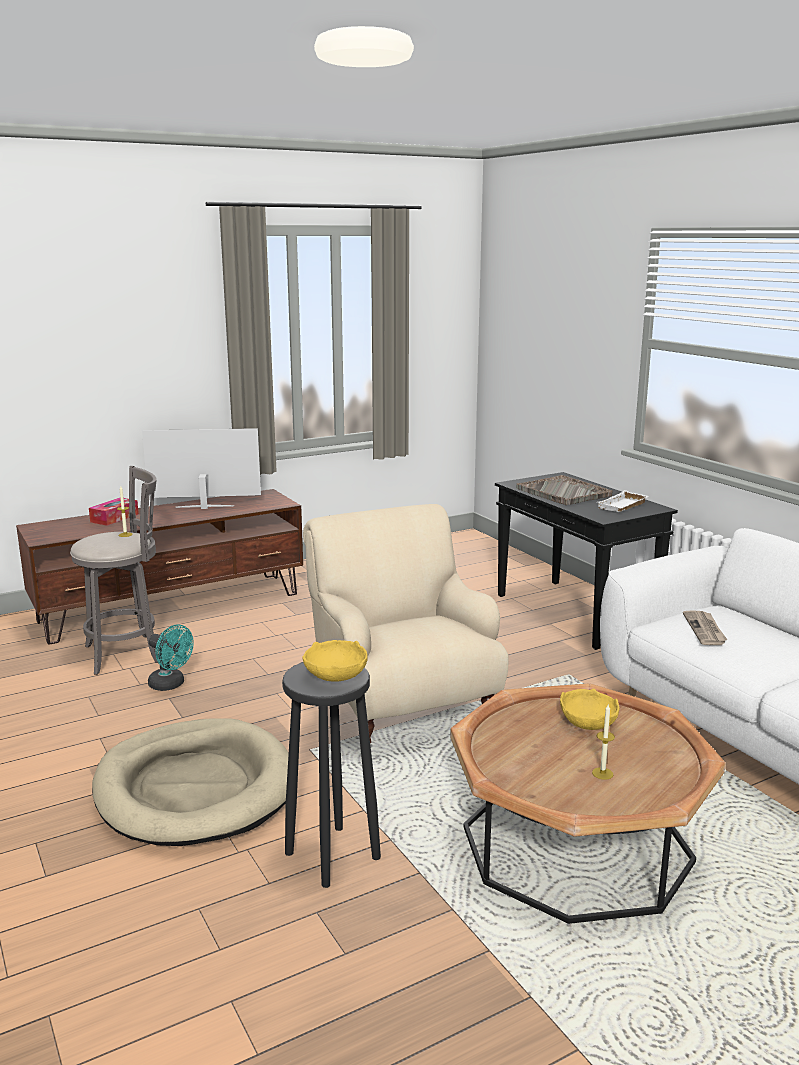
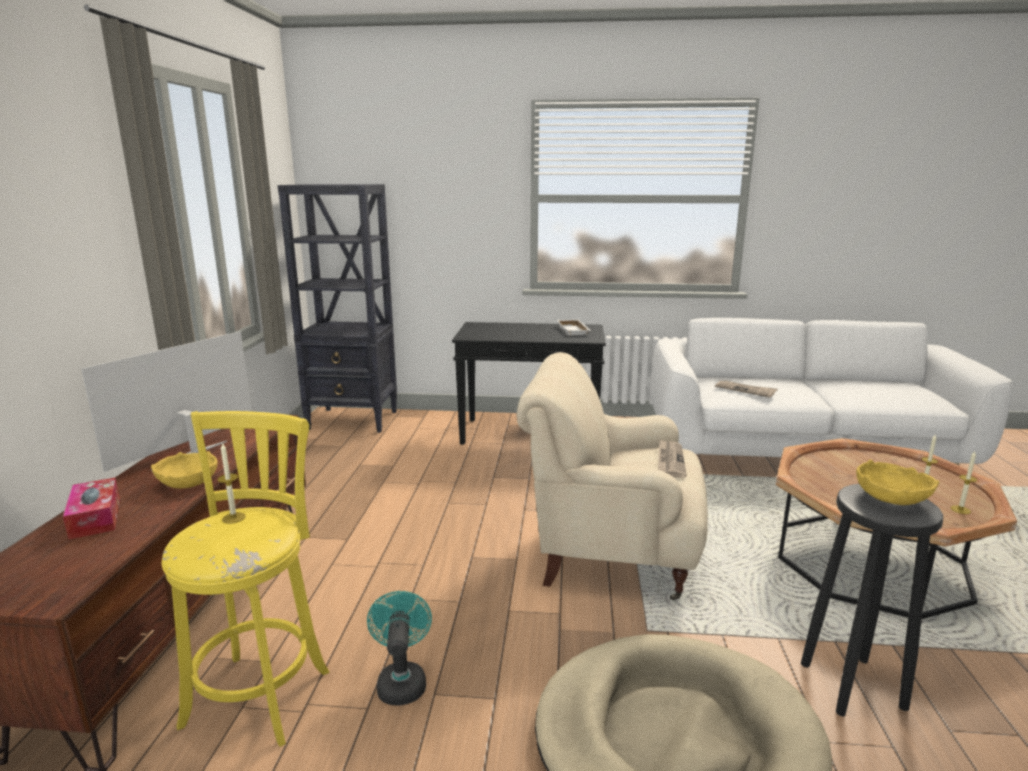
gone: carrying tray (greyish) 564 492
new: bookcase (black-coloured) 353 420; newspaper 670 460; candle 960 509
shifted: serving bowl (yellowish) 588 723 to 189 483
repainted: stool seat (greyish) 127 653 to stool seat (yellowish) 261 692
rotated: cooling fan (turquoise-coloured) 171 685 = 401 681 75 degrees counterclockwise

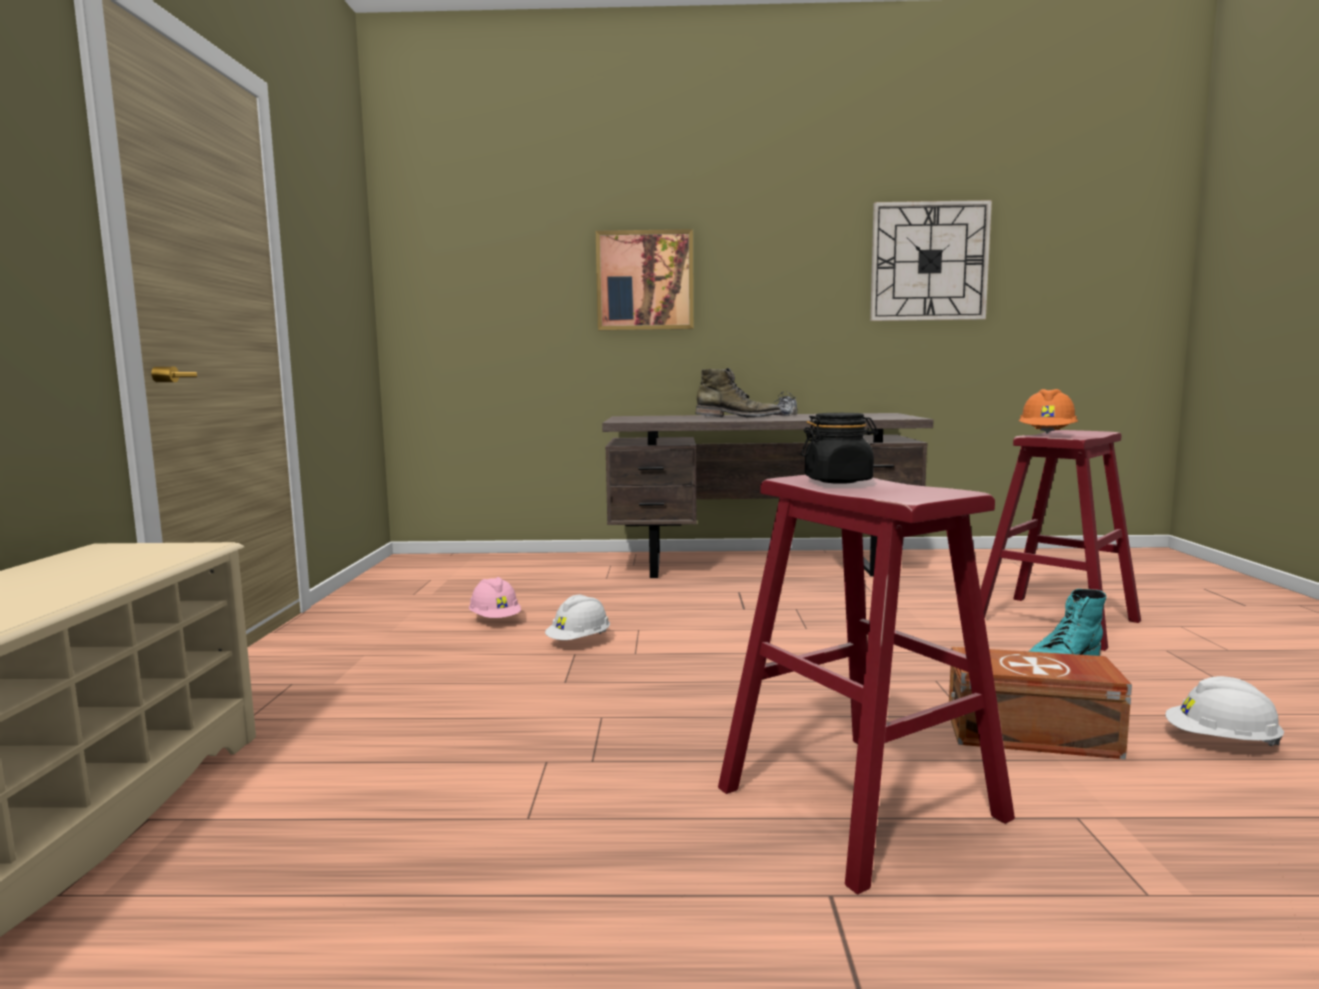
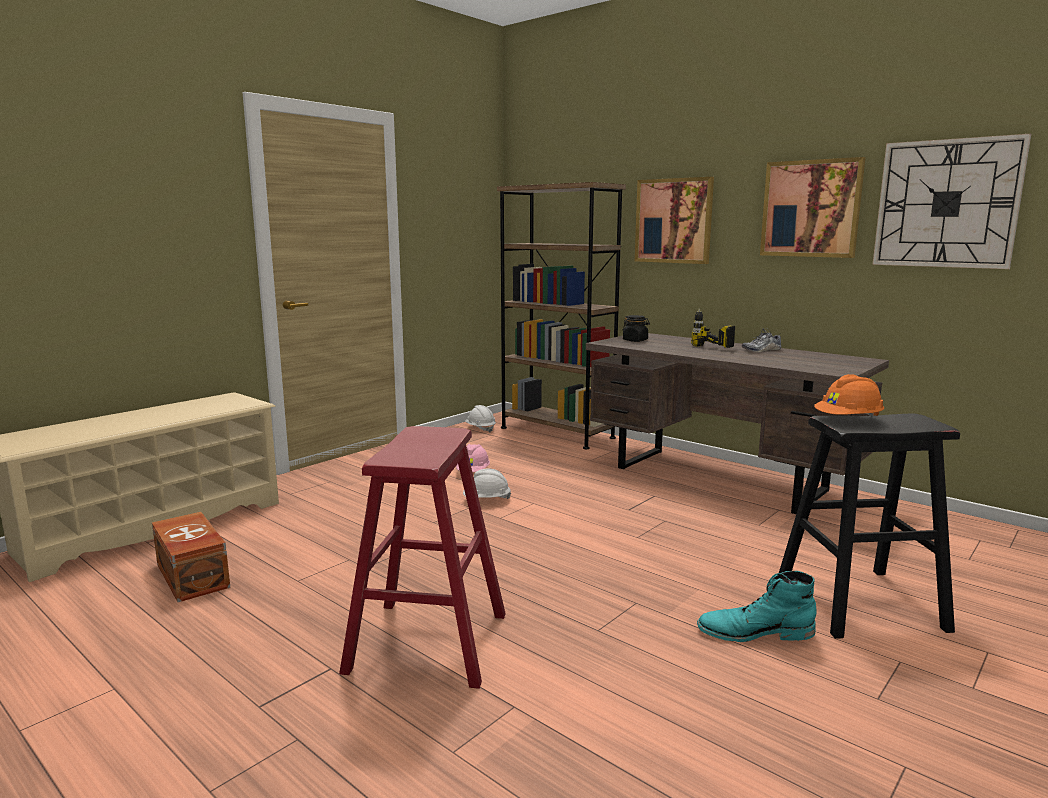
new: bookcase (brownish) 556 432; picture 811 209
shifted: preserve jar (black-coloured) 838 481 to 635 340; storage box (brownish) 1034 735 to 191 576; safety helmet (whitish) 1221 742 to 480 429
swapped: boot (greenish) 738 418 to drill 703 349
repainted: stool seat (reddish) 1056 621 to stool seat (black-coloured) 859 602

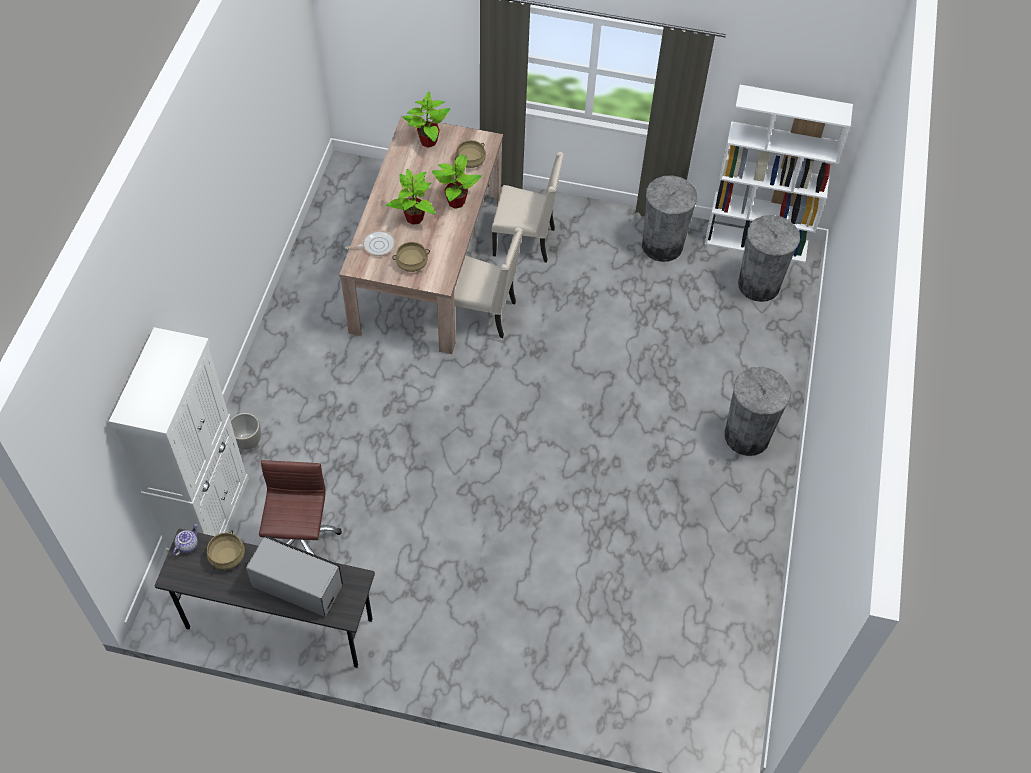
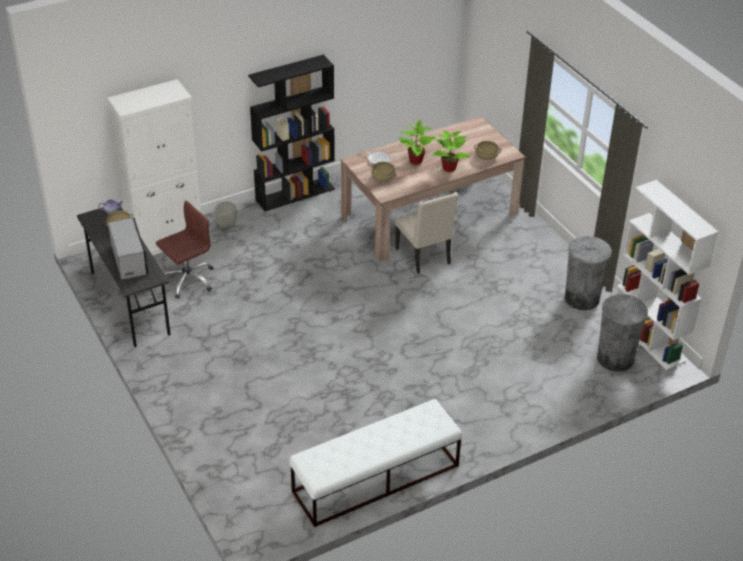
gone: houseplant 428 141; upright chair (beige-coloured) 526 241; trash can (greyish) 747 436
new: bookcase (black-coloured) 295 194; long seat (whitish) 375 479

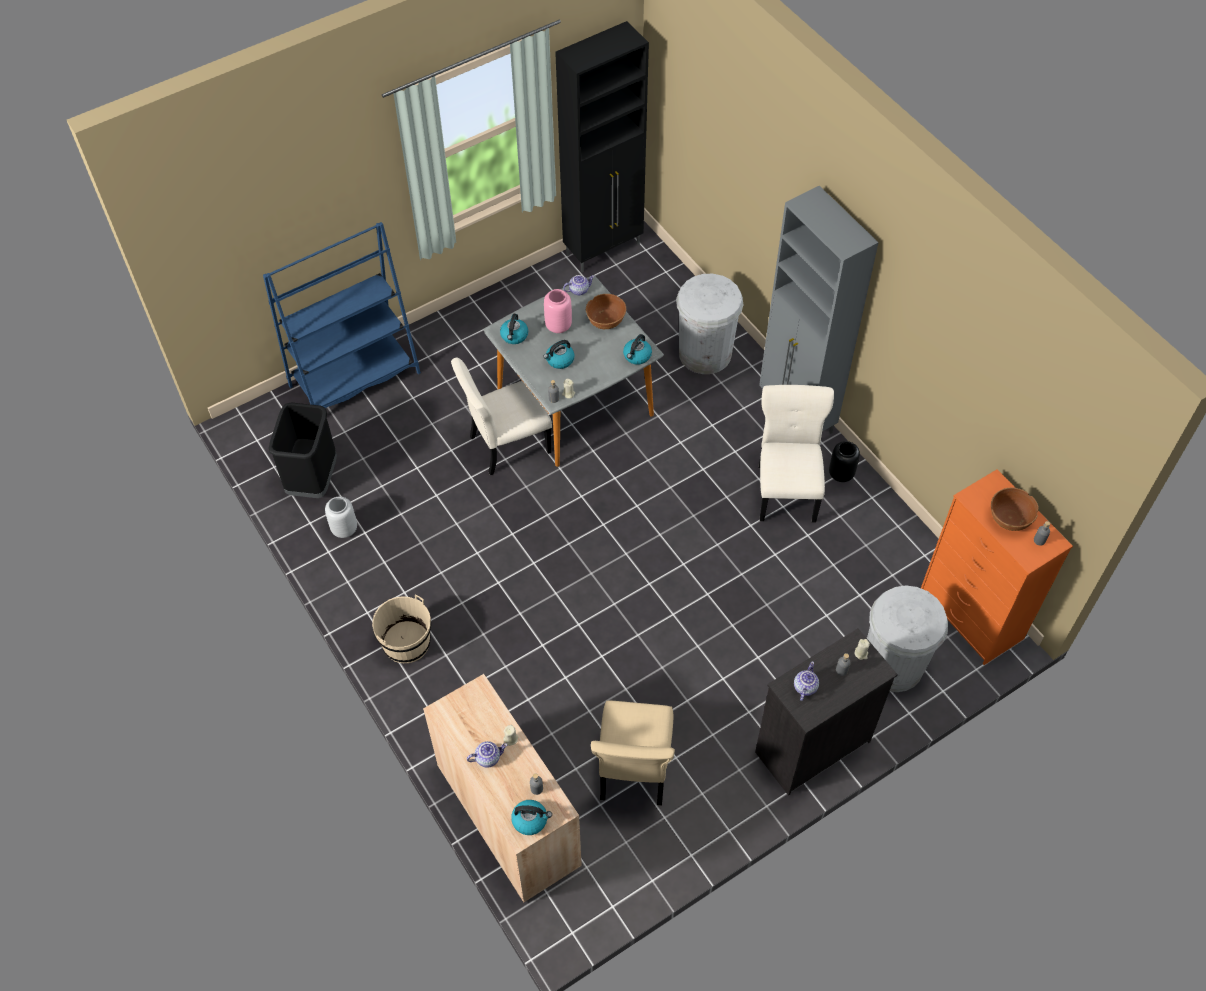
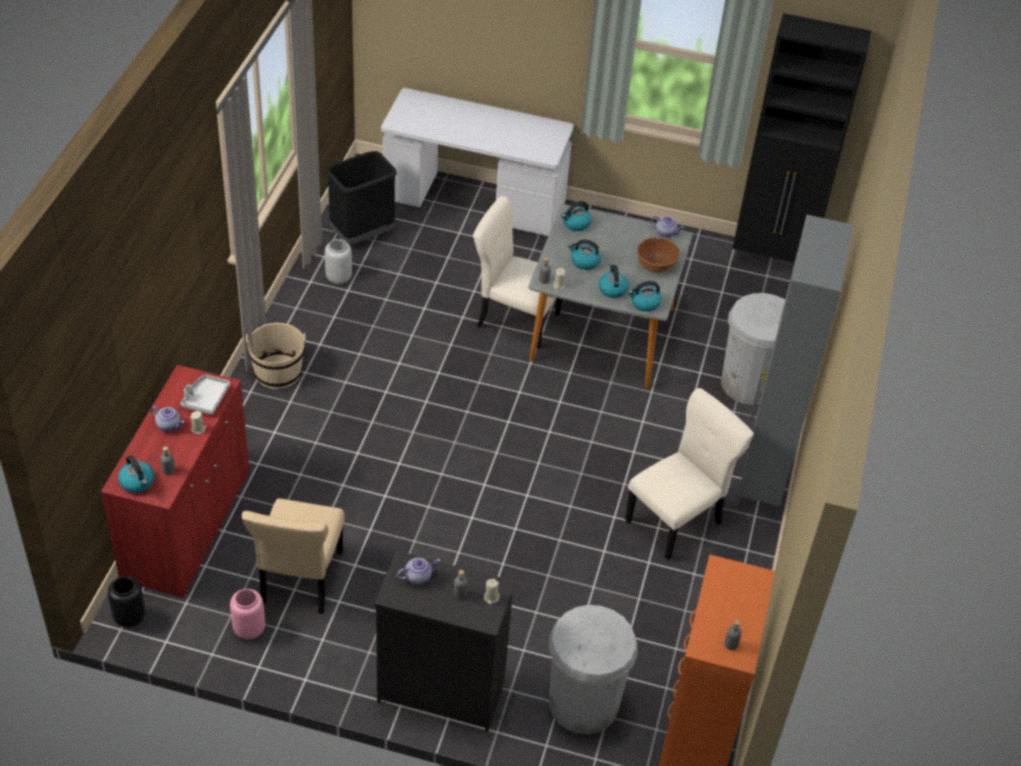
gone: serving bowl (brownish) 1009 518
new: carrying tray (greyish) 206 399; tea kettle 612 289
shifted: vase (pinkish) 559 325 to 250 629; vase (black-coloured) 840 474 to 129 617
swapped: bookcase (blue) 355 379 to desk table (whitish) 474 201
repainted: cabinet (beige-coloured) 508 815 to cabinet (reddish) 187 525
rotated: upright chair (beige-coloured) 633 770 = 300 580 45 degrees counterclockwise

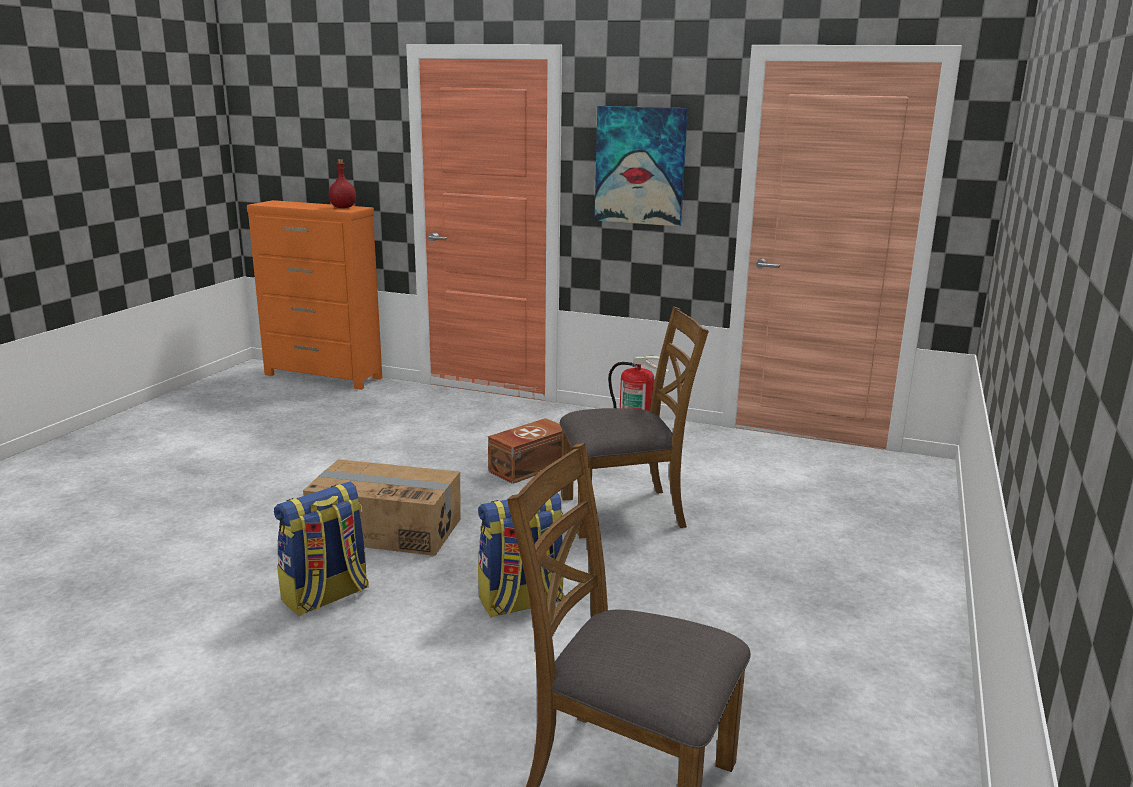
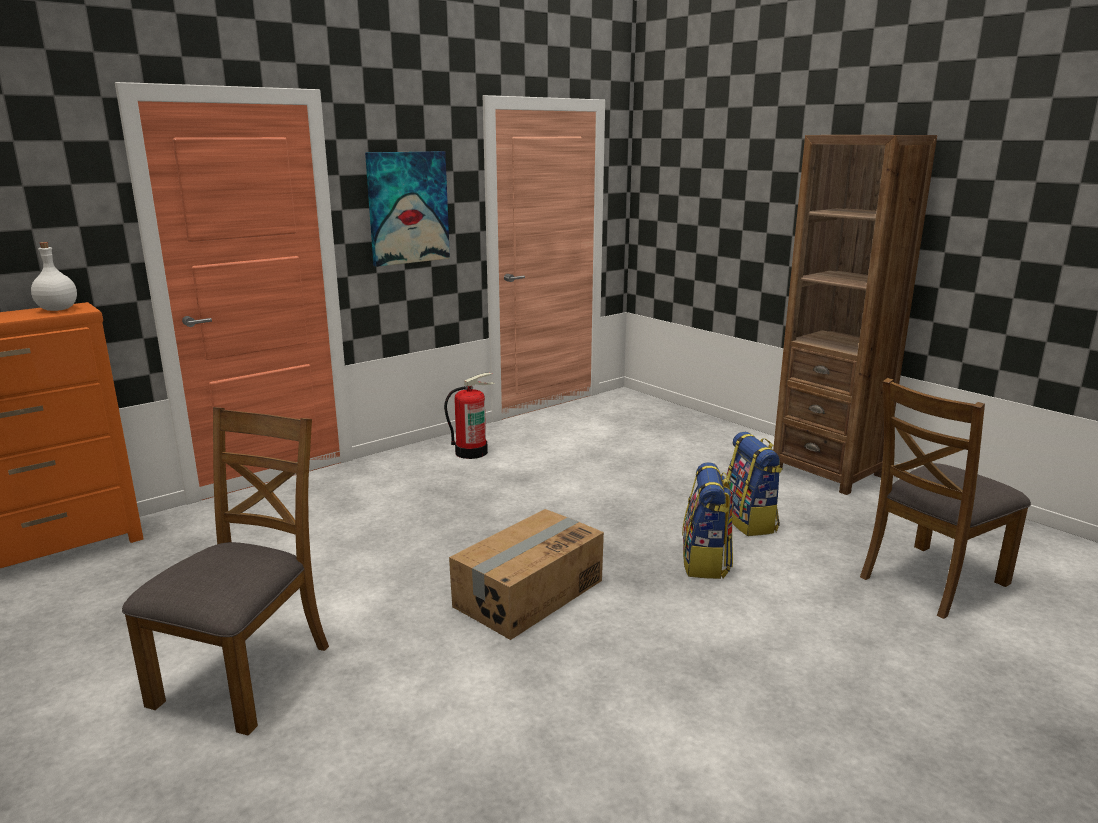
gone: storage box (brownish) 528 467
new: bookcase (brownish) 827 471
shifted: knapsack 326 596 to 750 522; upright chair (brownish) 624 512 to 245 674
repainted: bottle (reddish) 343 207 to bottle (whitish) 57 309

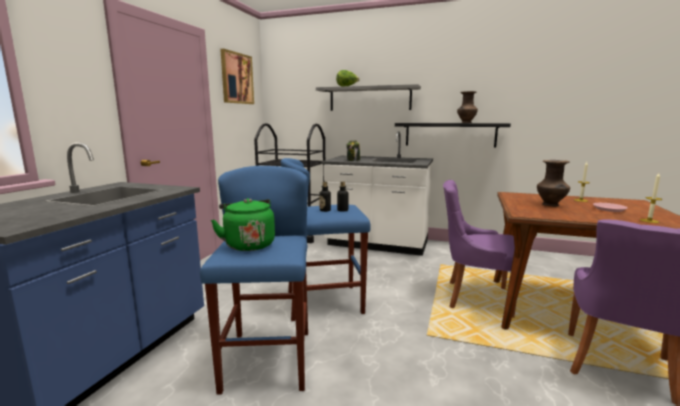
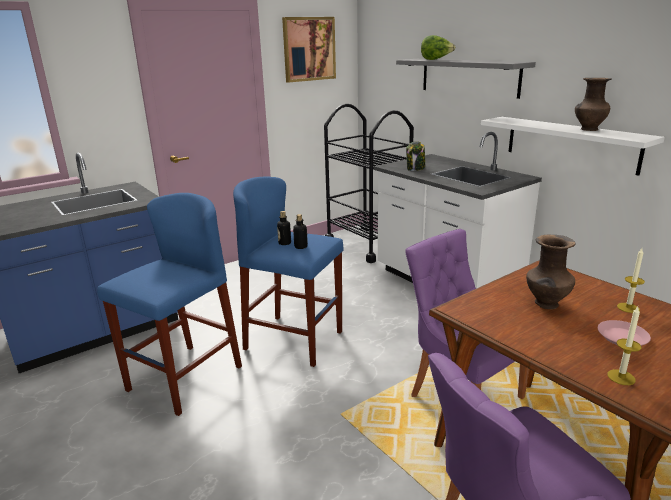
gone: tea kettle (greenish) 248 244
repainted: wall shelf (black-coloured) 450 134 to wall shelf (whitish) 570 144

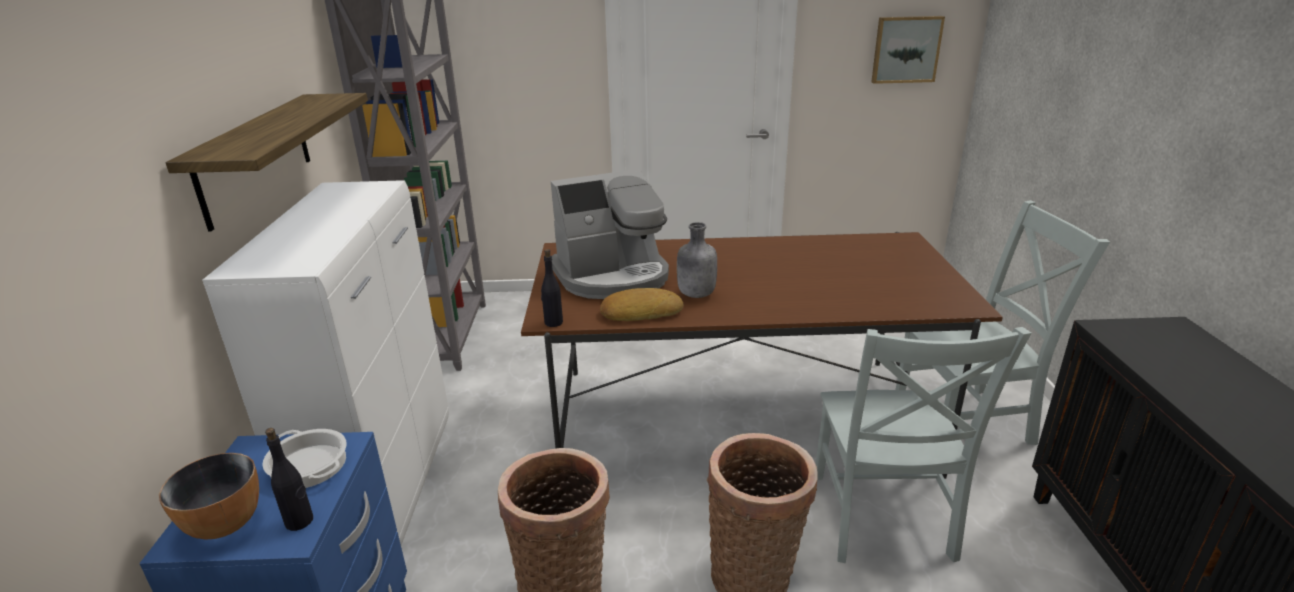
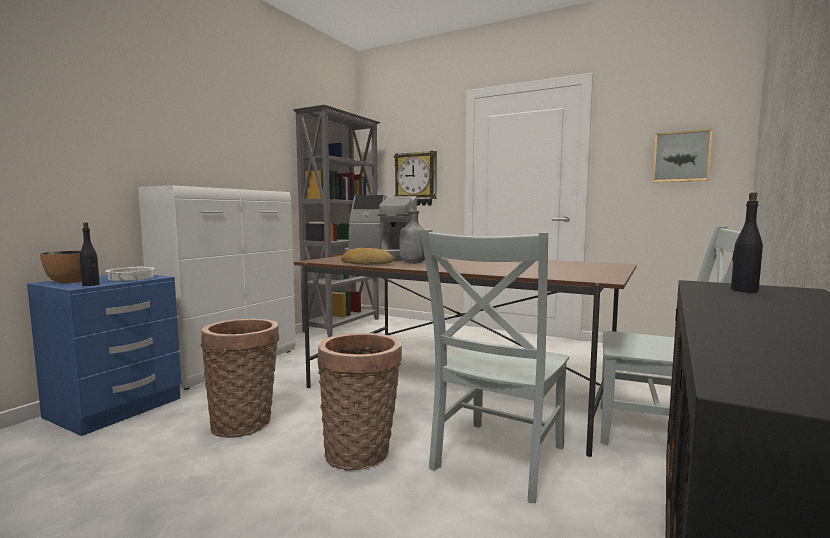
gone: wall shelf 255 157
new: wall clock 416 179
shifted: bottle (black-coloured) 553 322 to 744 290

